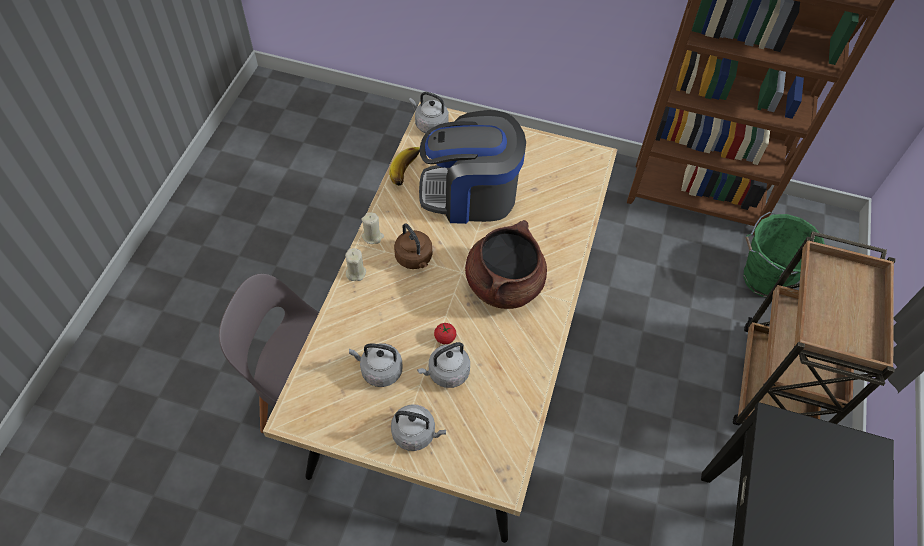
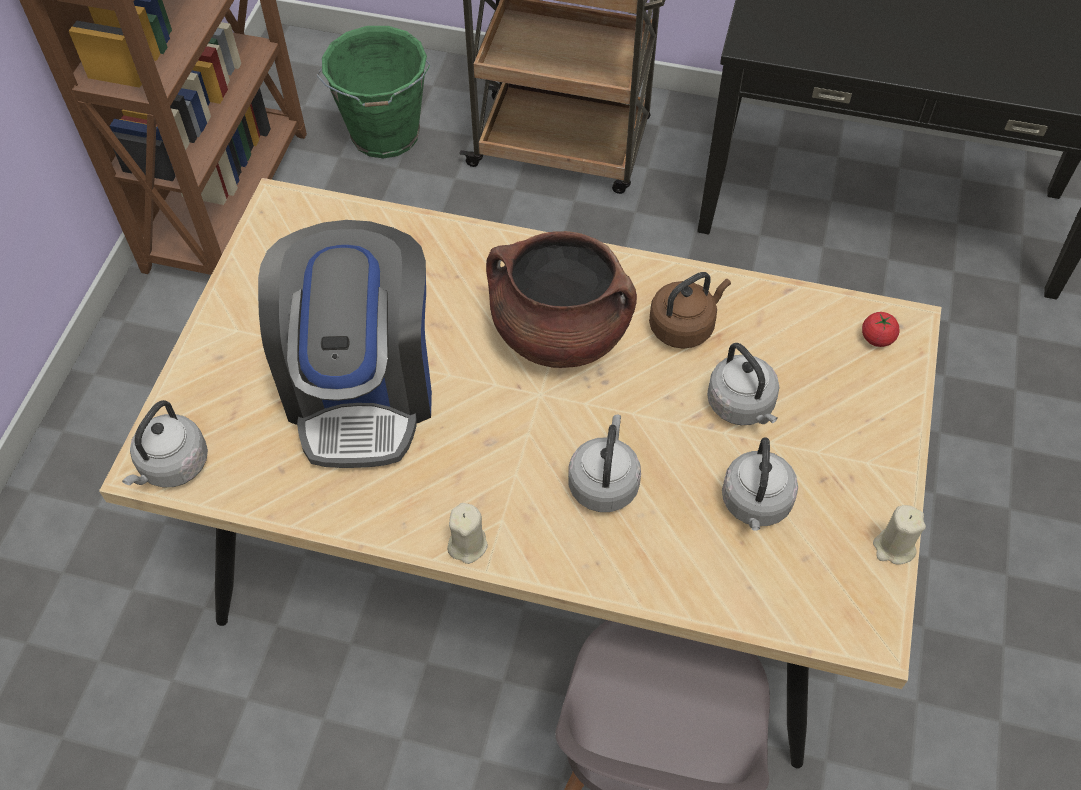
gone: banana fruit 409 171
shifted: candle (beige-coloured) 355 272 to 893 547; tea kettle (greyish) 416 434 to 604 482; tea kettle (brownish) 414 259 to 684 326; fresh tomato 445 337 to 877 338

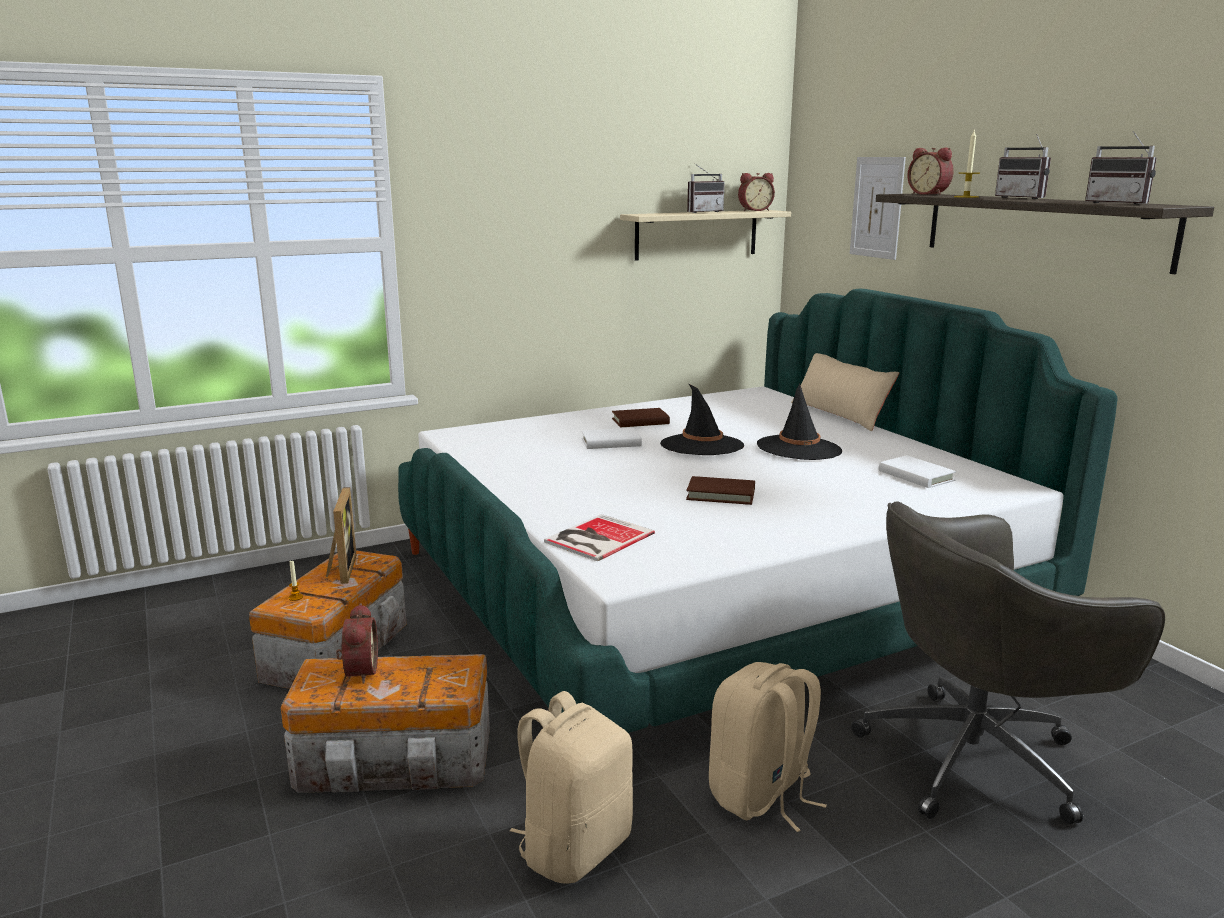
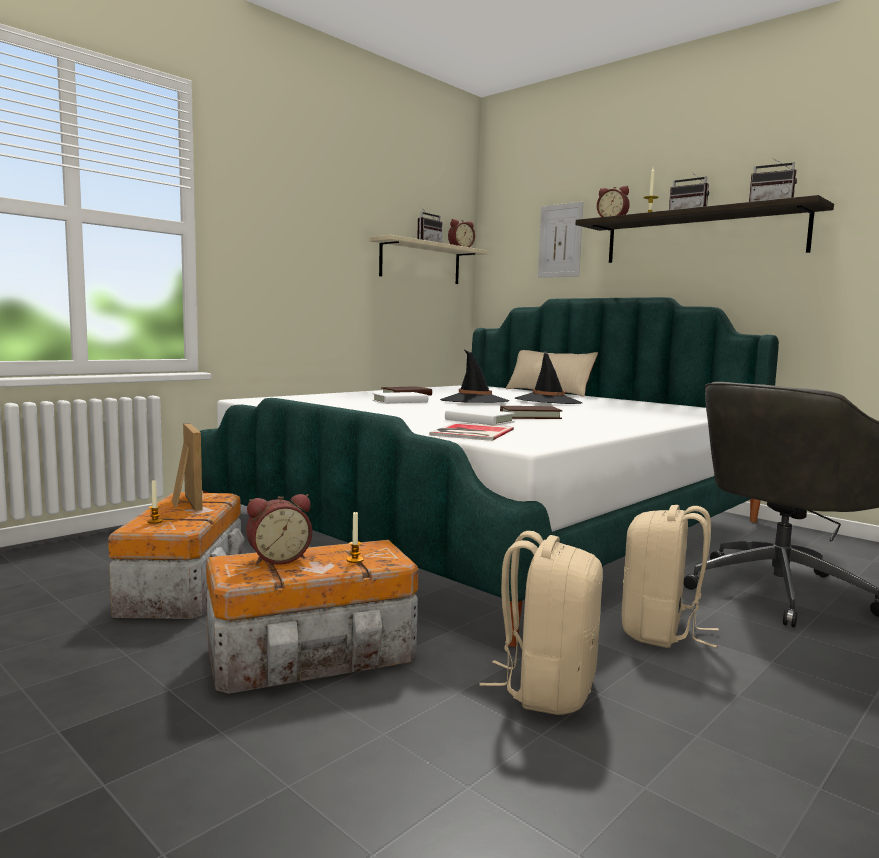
new: candle 355 560
shifted: volume (whitish) 916 476 to 479 421
rotated: bedside clock 358 671 = 278 559 90 degrees clockwise

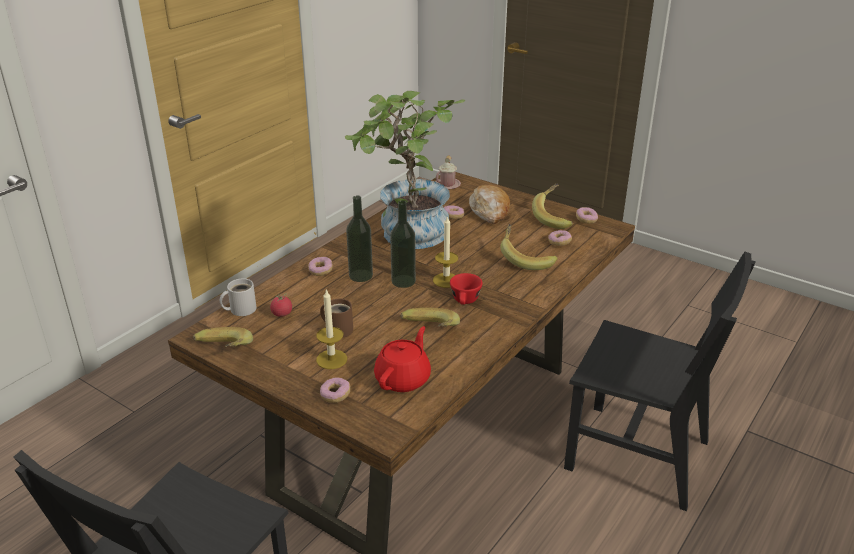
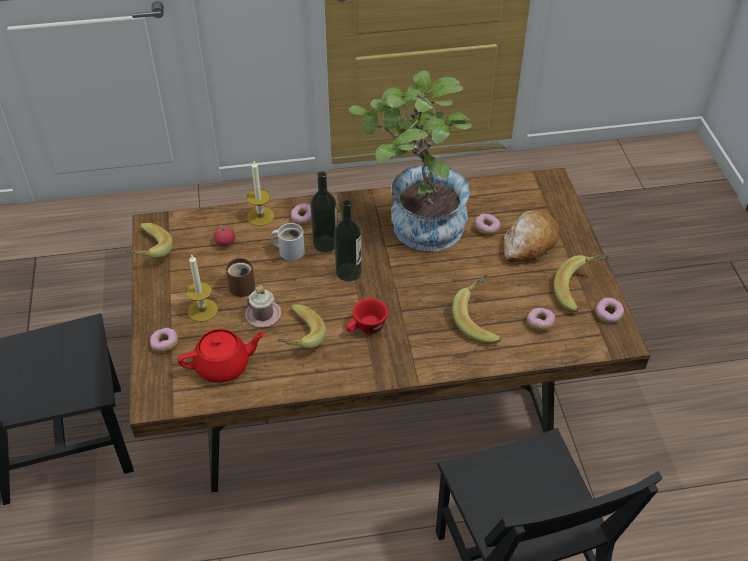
shifted: mug (whitish) 240 309 to 289 250; candle 446 280 to 260 216; mug (pinkish) 447 185 to 263 315

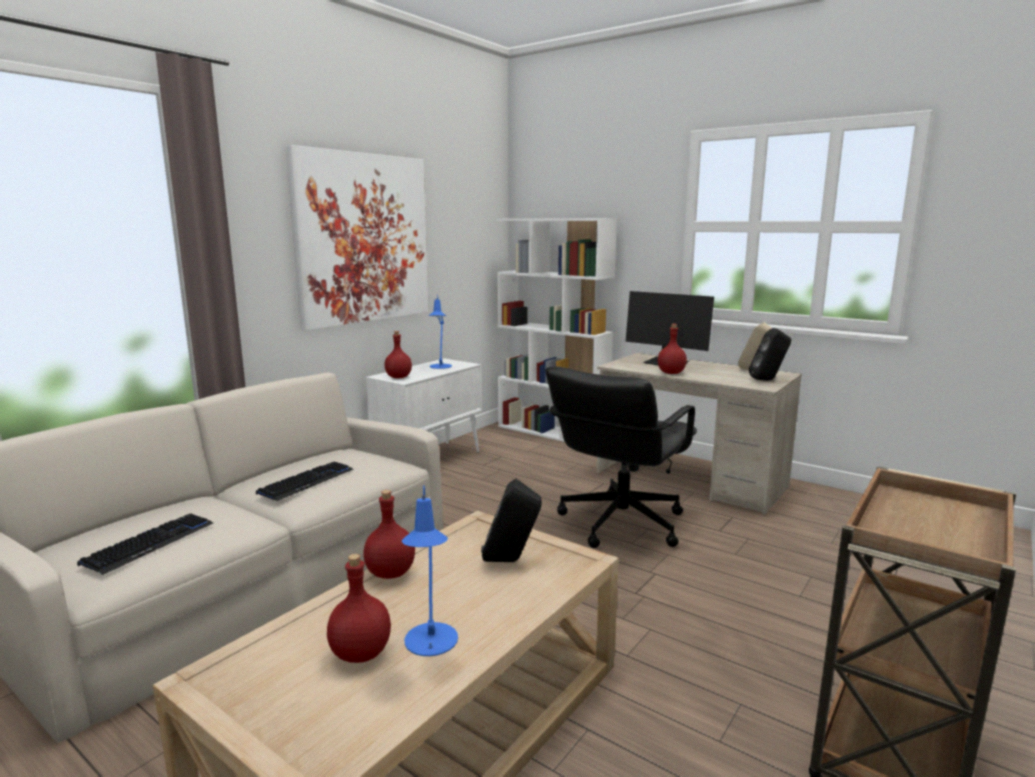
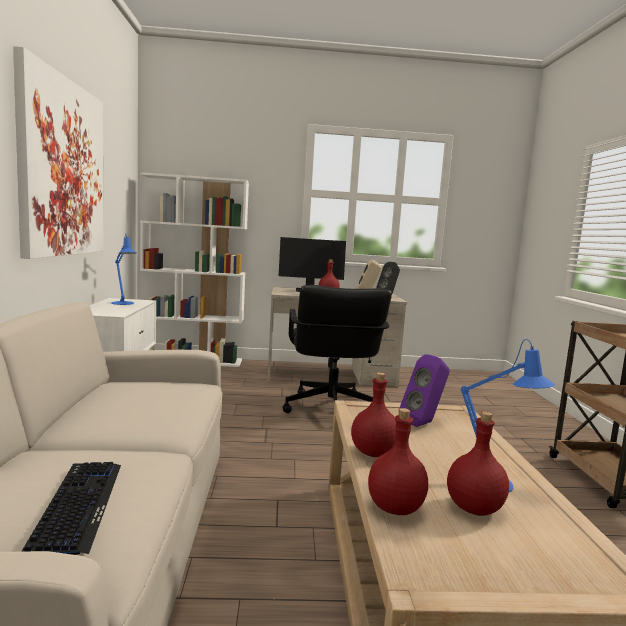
gone: computer keyboard 306 482
shifted: bottle (reddish) 398 377 to 394 507
repainted: speaker (black-coloured) 511 561 to speaker (purplish) 424 423

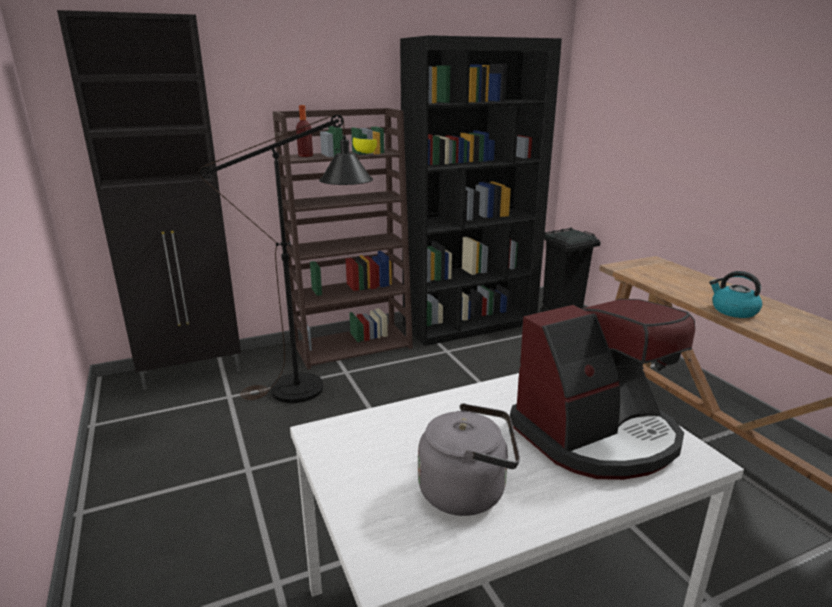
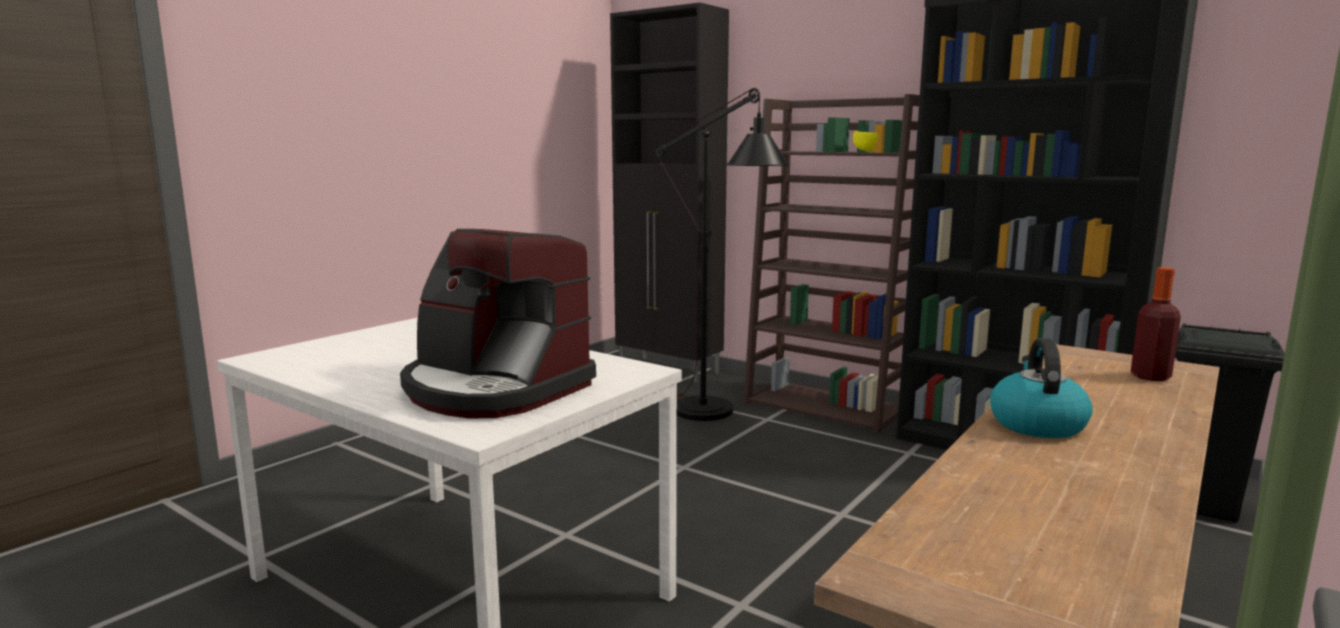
gone: tea kettle (greyish) 467 491
shifted: bottle 305 156 to 1150 377

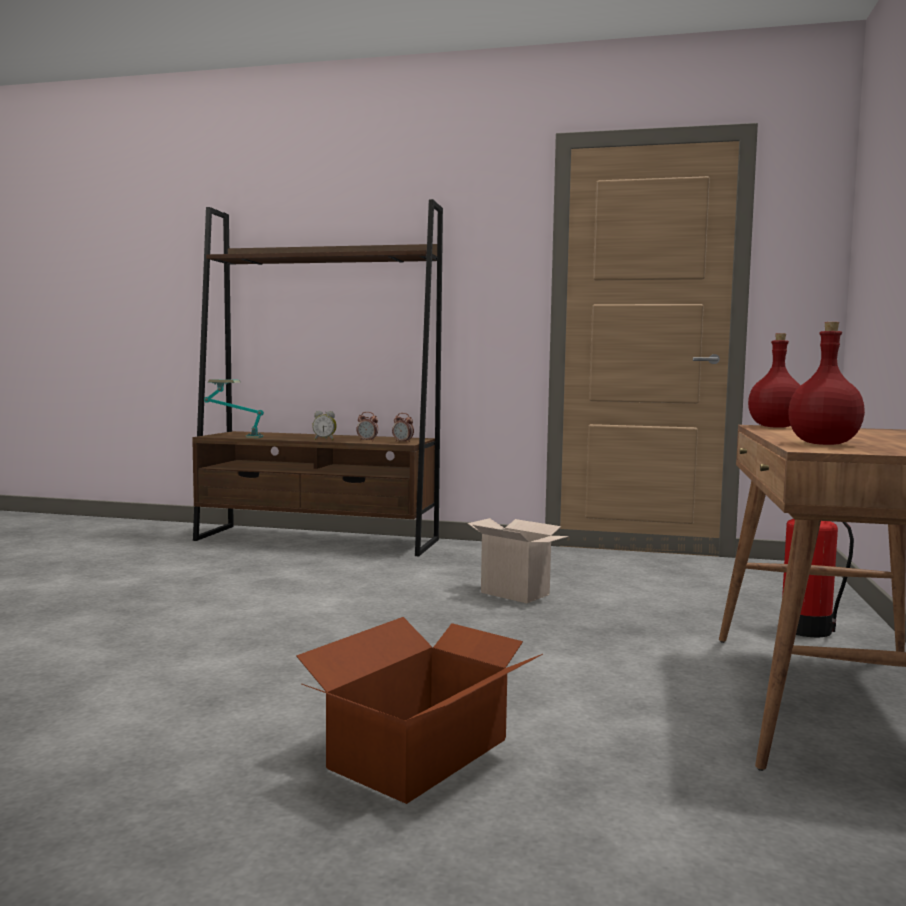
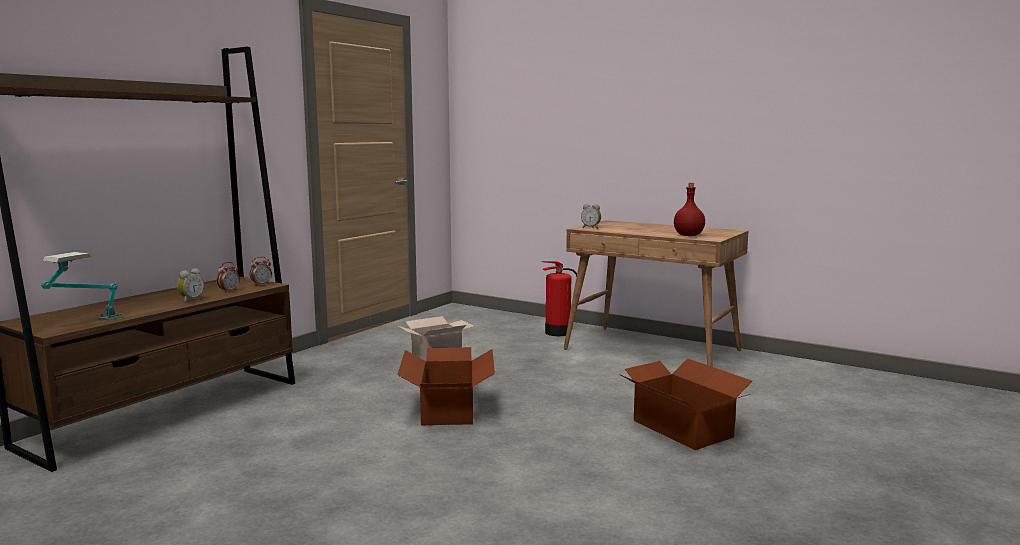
new: carton 449 409
swapped: bottle (reddish) 776 427 to bedside clock 591 228

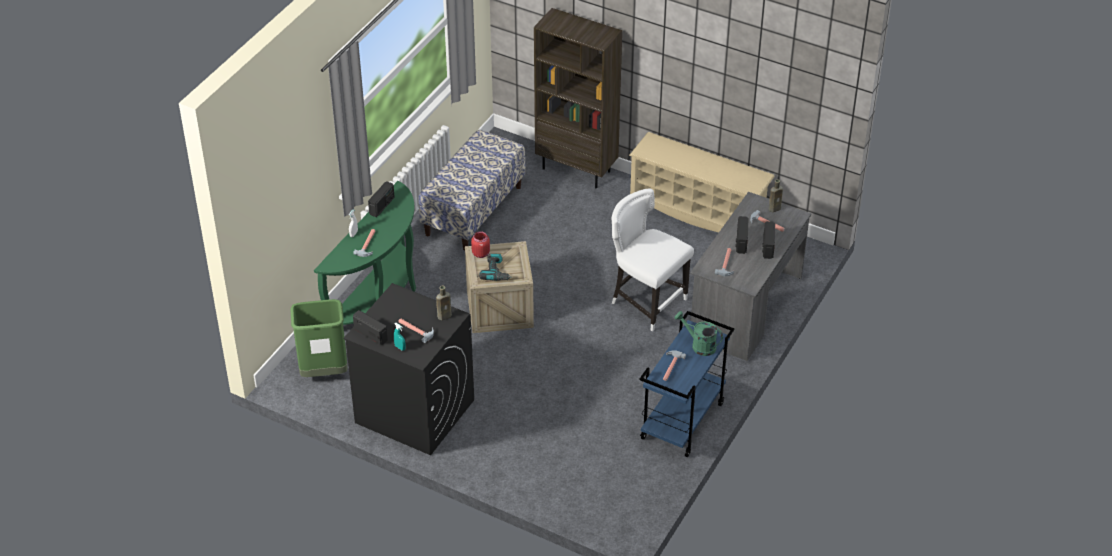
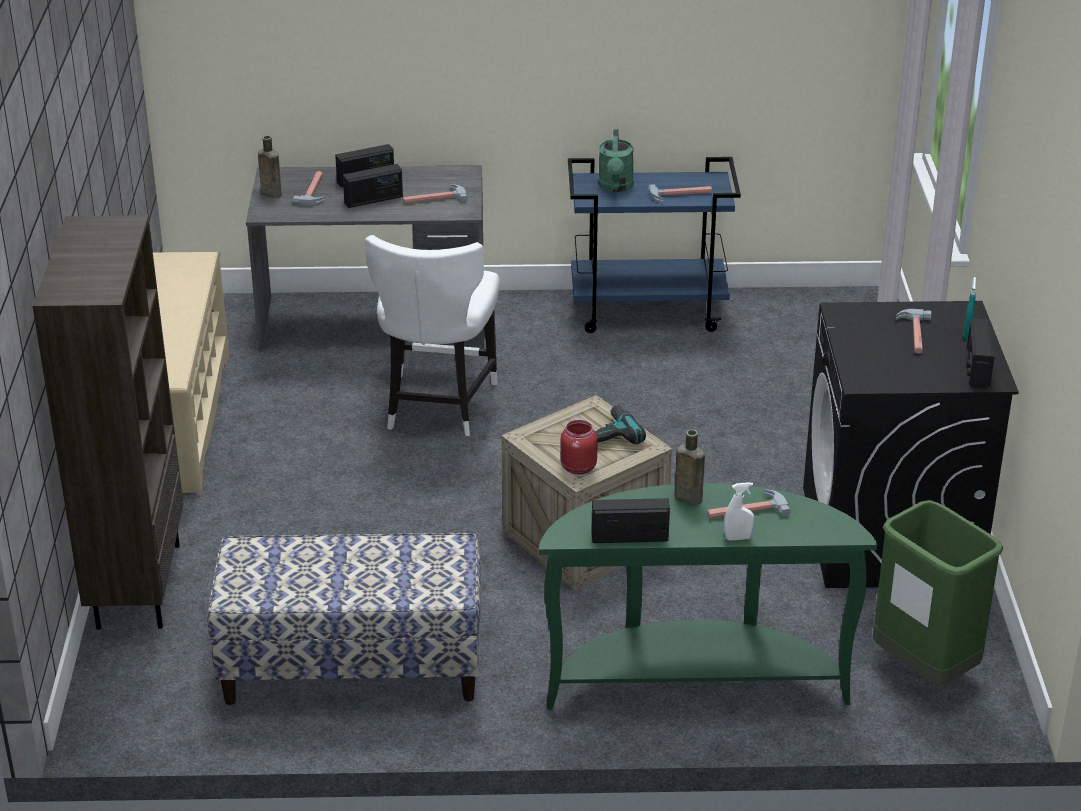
shifted: bottle (brownish) 445 316 to 686 497

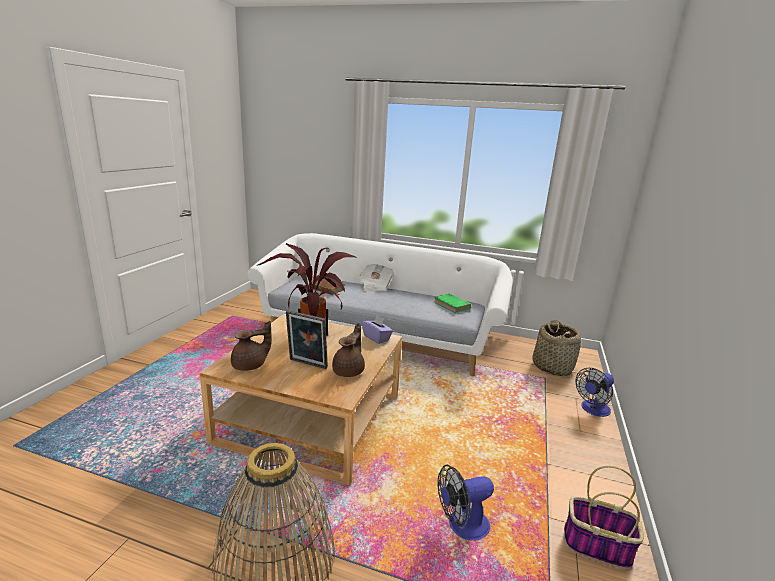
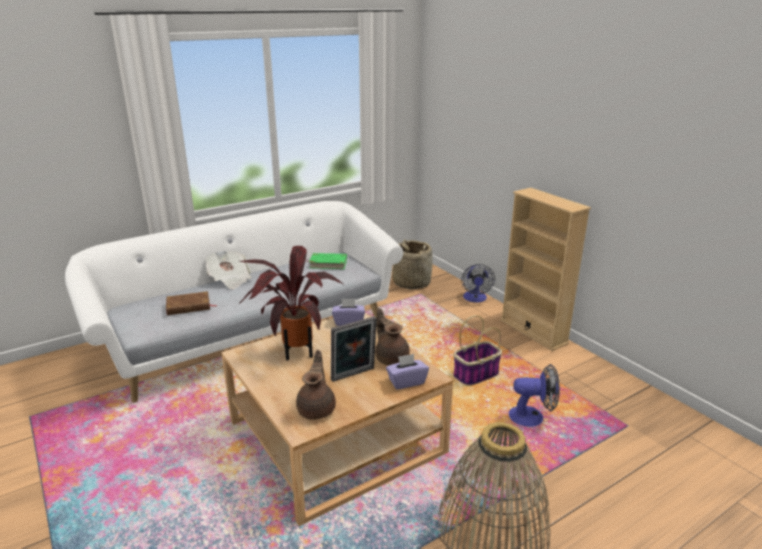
new: box of tissues (purplish) 406 381; bookcase (beige-coloured) 533 331
shifted: household basket 596 546 to 475 375
rotated: cooling fan 462 526 = 532 417 105 degrees counterclockwise

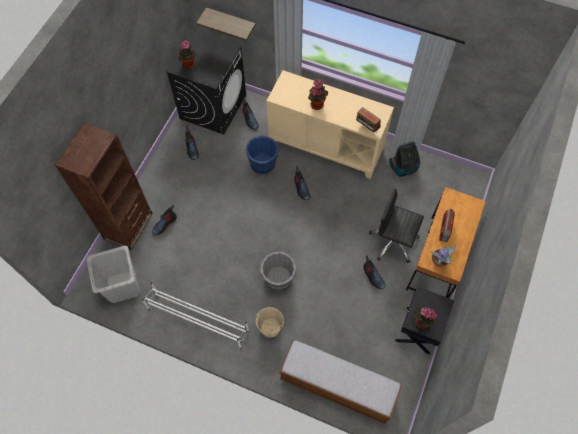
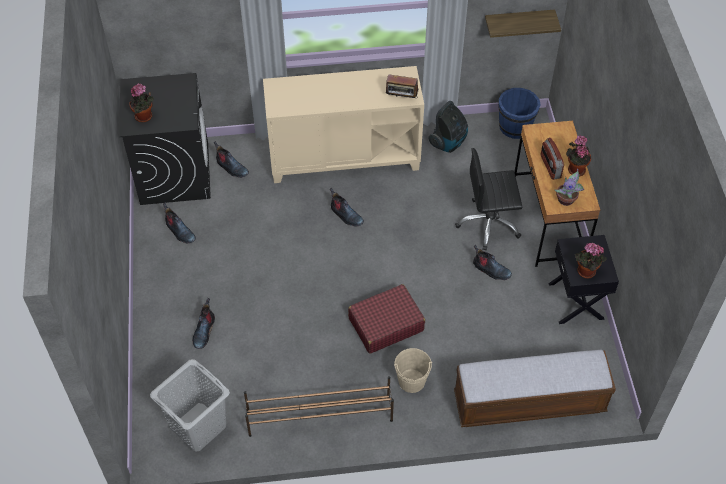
gone: bookcase (brownish) 128 226
shifted: wall shelf 231 22 to 518 22; water bucket (blue) 263 164 to 515 127; houseplant 317 103 to 575 169
swapped: water bucket (greyish) 278 279 to travel case (reddish) 385 324
repainted: shoe shelf (whitish) 197 319 to shoe shelf (brownish) 319 416

